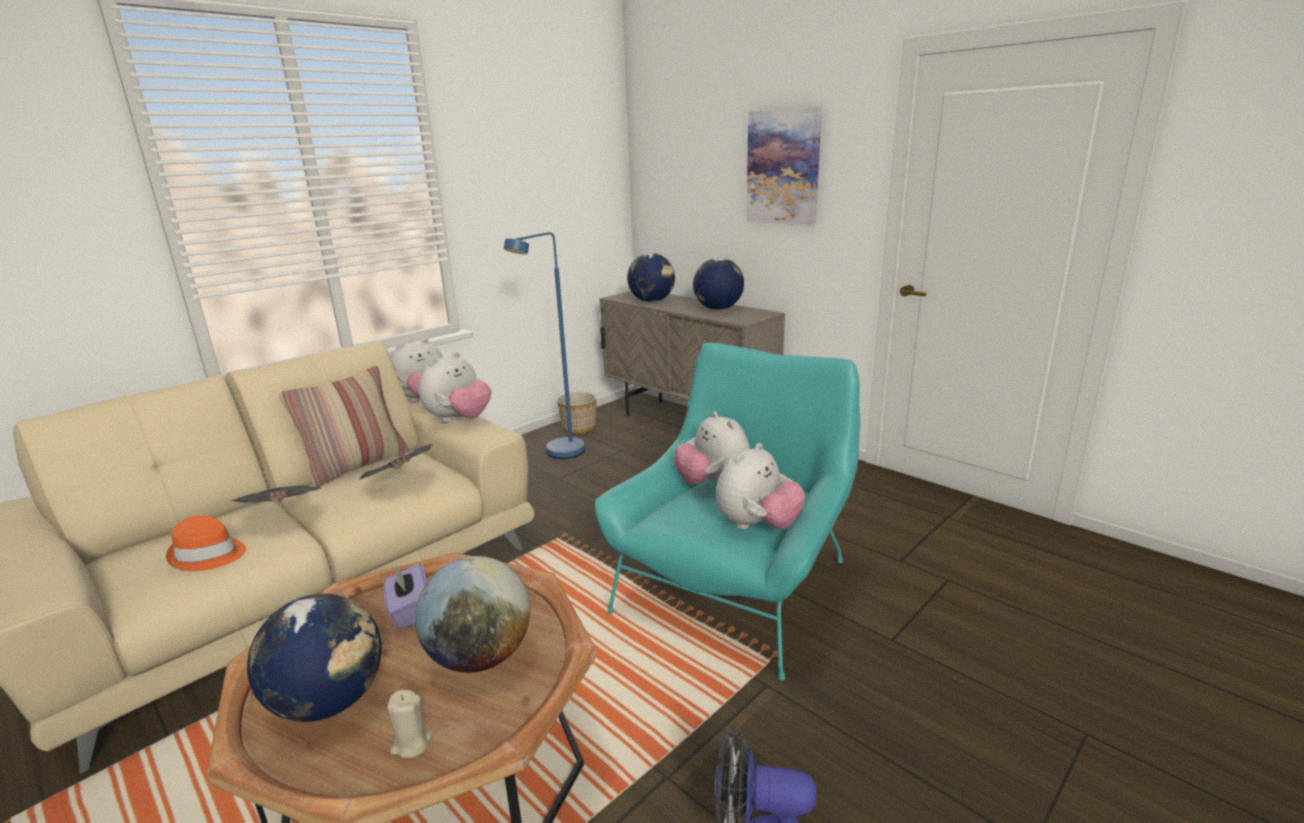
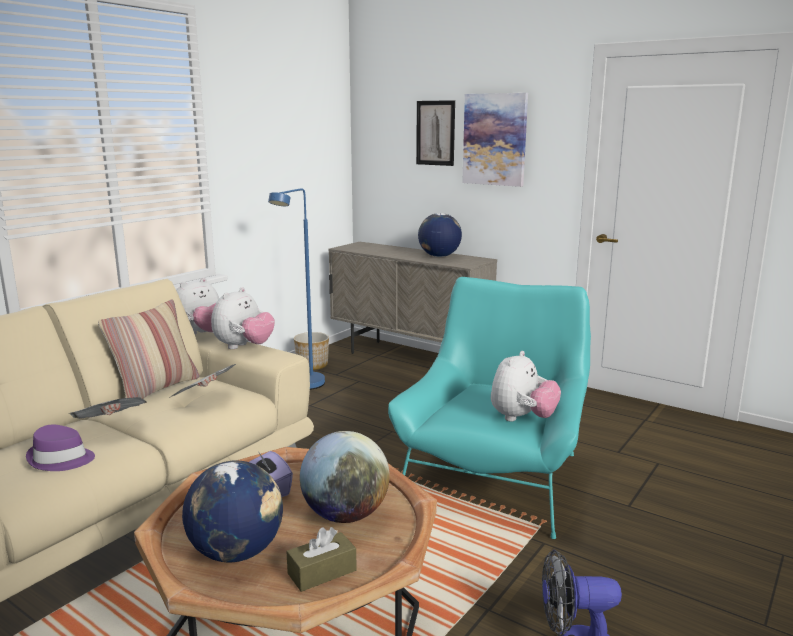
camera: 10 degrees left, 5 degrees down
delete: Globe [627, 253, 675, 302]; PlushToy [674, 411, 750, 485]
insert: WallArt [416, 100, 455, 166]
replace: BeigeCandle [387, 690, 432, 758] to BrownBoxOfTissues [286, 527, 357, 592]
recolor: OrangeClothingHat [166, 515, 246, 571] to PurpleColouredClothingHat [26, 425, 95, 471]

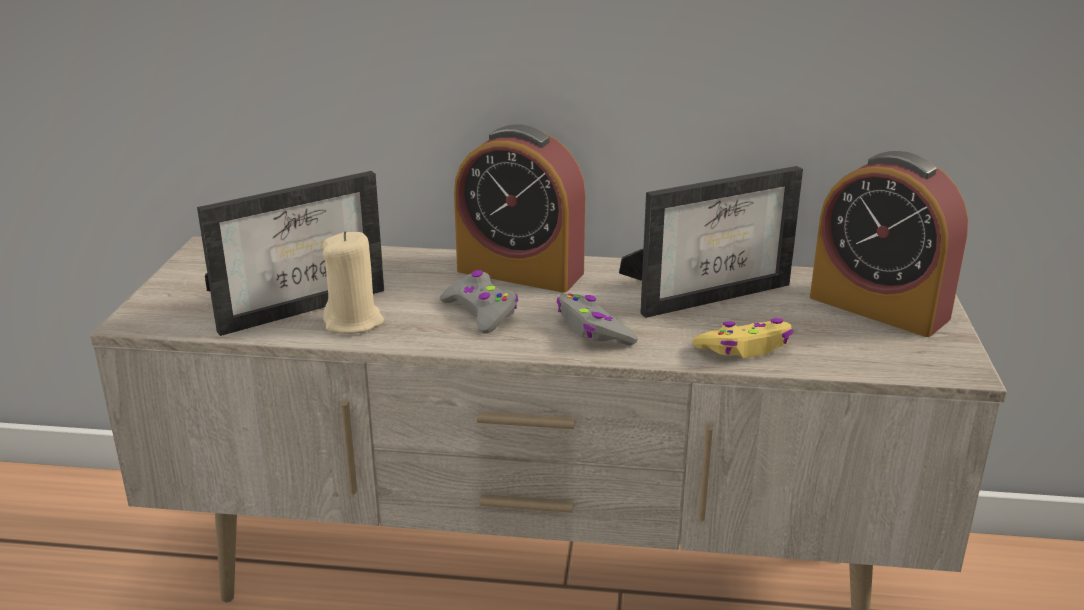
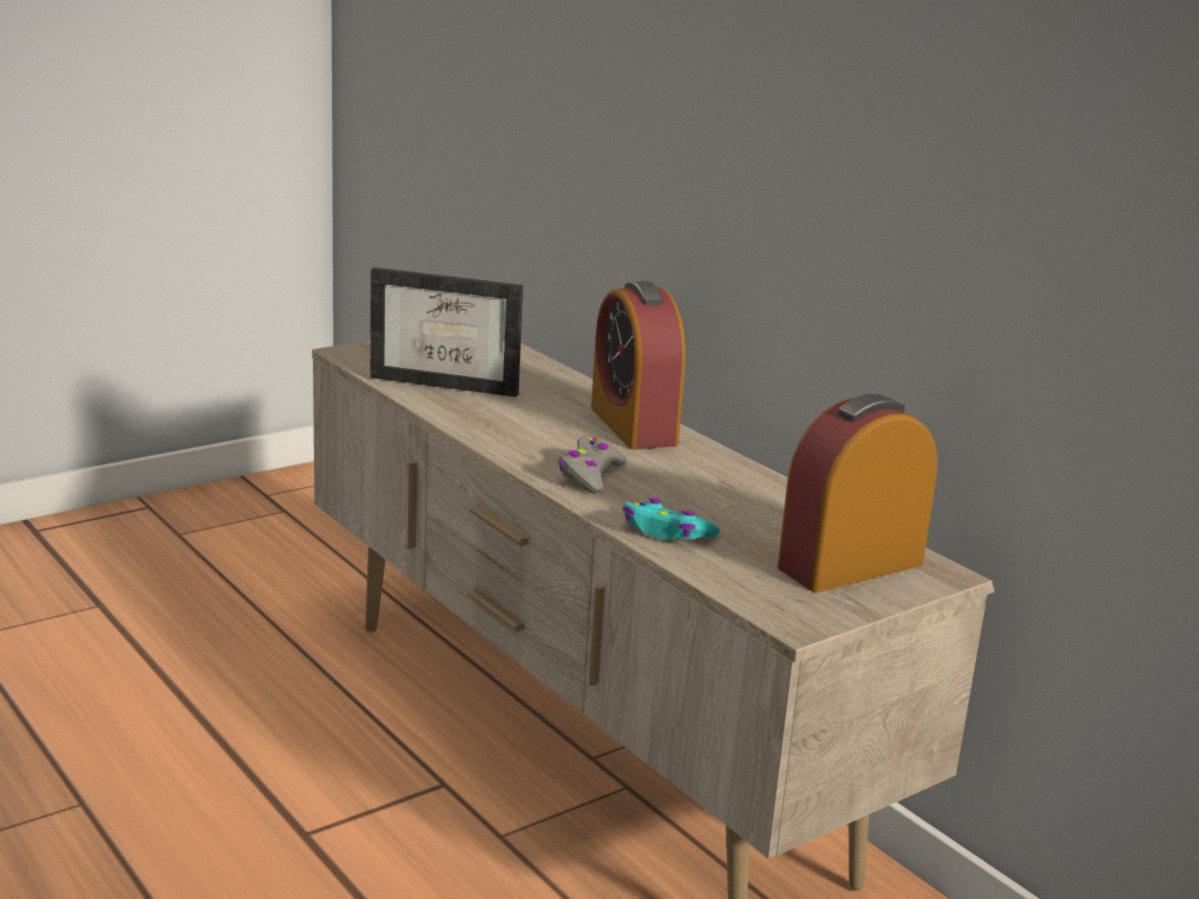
camera: 45 degrees right, 5 degrees down
delete: BeigeCandle [323, 231, 384, 334]; GrayGamepad [440, 270, 518, 334]; PhotoFrame [619, 166, 803, 318]
recolor: YellowGamepad [692, 318, 793, 358] to TurquoiseColouredGamepad [623, 498, 720, 540]
rotate: AlarmClock [810, 151, 968, 337] = [777, 394, 938, 592] 60 degrees clockwise

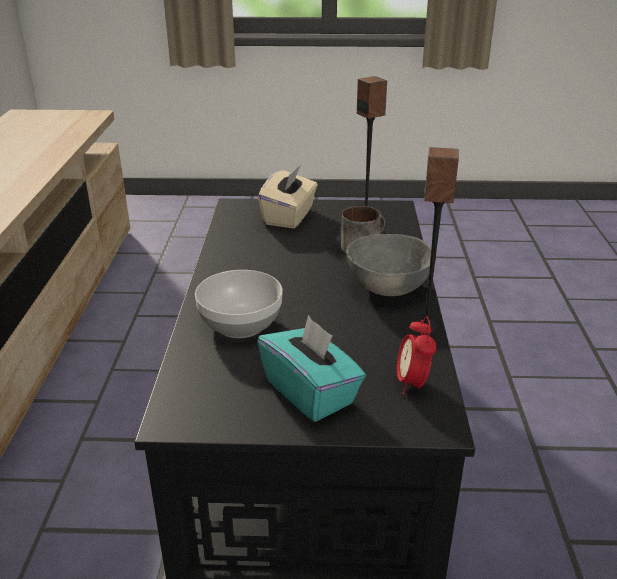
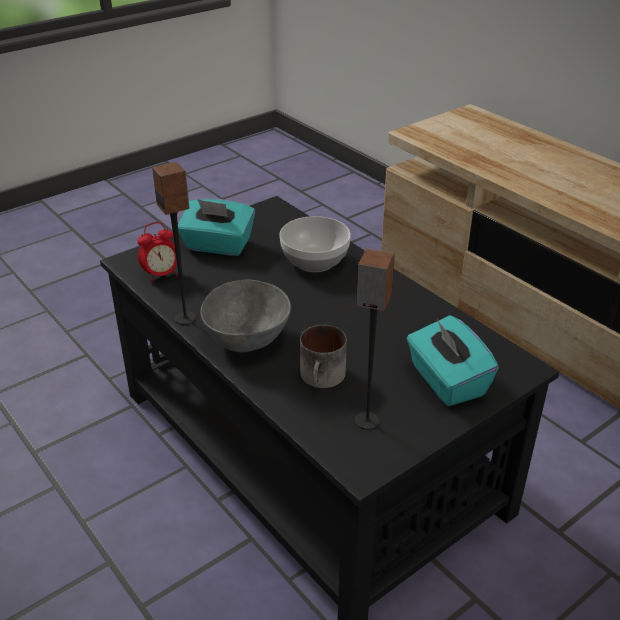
camera: 140 degrees right, 5 degrees up
recolor: BeigeBoxOfTissues [258, 165, 318, 228] to TurquoiseColouredBoxOfTissues [407, 315, 499, 406]
rotate: AlarmClock [397, 316, 437, 395] = [137, 222, 178, 283] 105 degrees clockwise

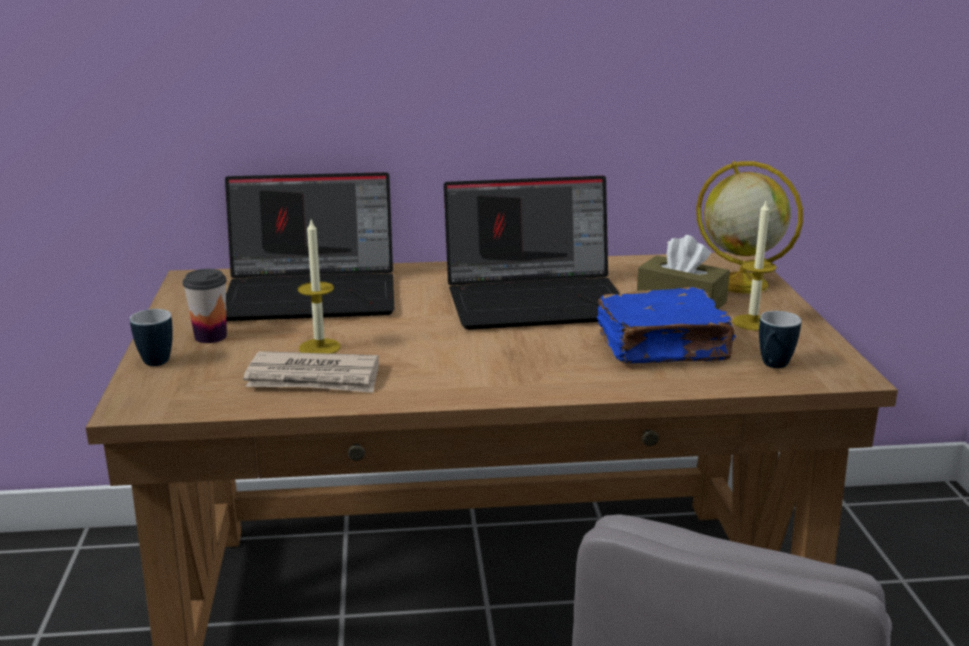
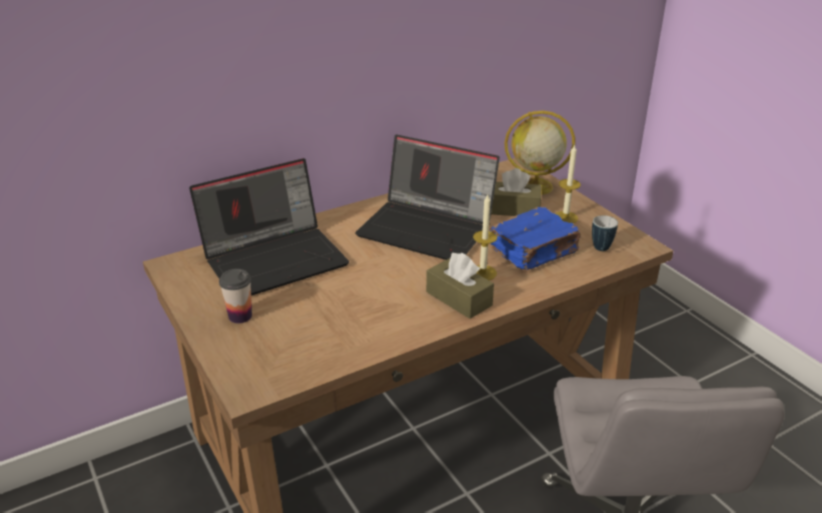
camera: 25 degrees left, 10 degrees up
delete: CoffeeMug [130, 309, 173, 366]; PrintedPaper [243, 351, 379, 393]
insert: BrownBoxOfTissues [426, 253, 494, 319]
move: Candle [298, 220, 341, 354] to [473, 193, 497, 280]
rotate: Laptop [444, 176, 620, 330] = [355, 135, 500, 260] 60 degrees clockwise

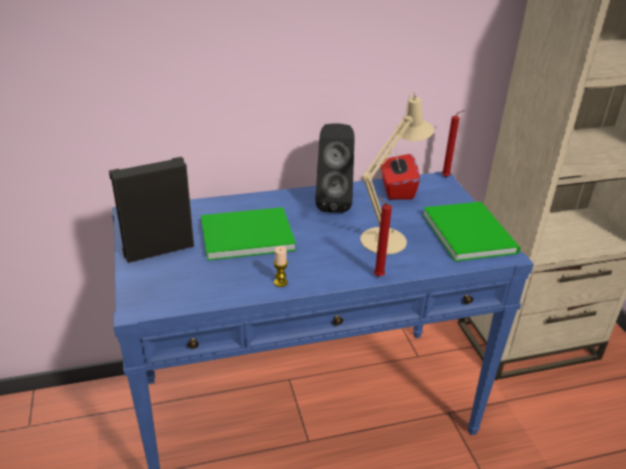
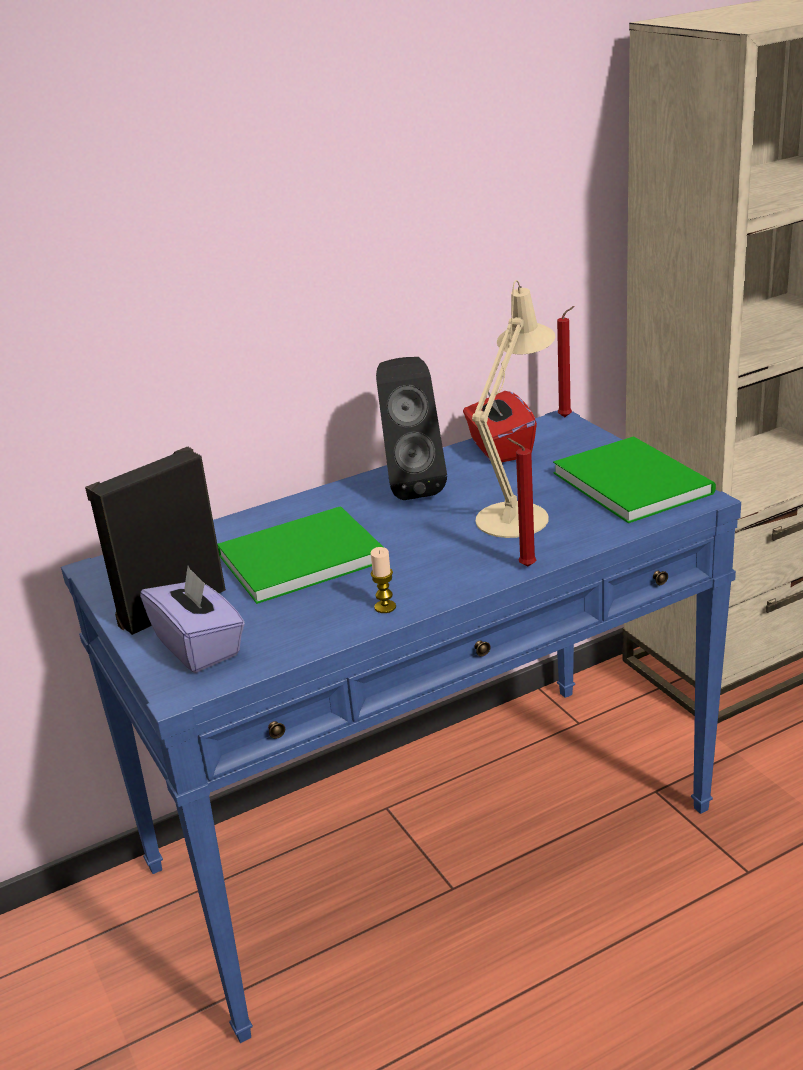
camera: 10 degrees left, 5 degrees down
insert: PurpleColouredBoxOfTissues [140, 566, 245, 673]

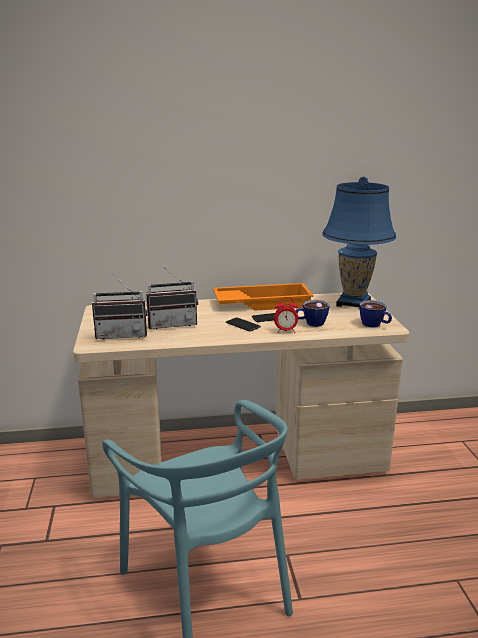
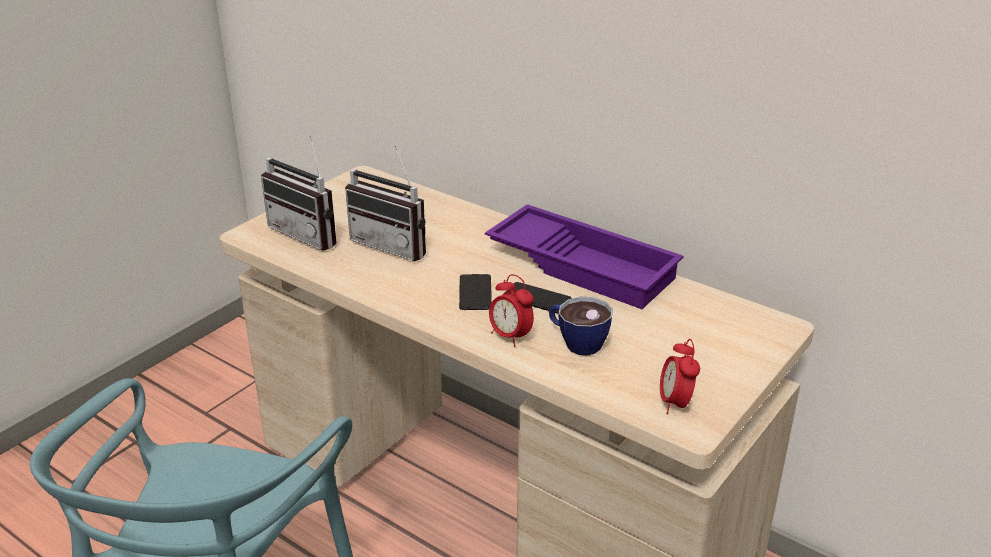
camera: 45 degrees right, 10 degrees up
delete: BluishLampForATable [322, 177, 396, 310]
replace: SmallCup [360, 300, 392, 327] to AlarmClock [660, 339, 700, 414]
recolor: OrangeCarryingTray [213, 283, 314, 311] to PurpleColouredCarryingTray [485, 204, 683, 309]

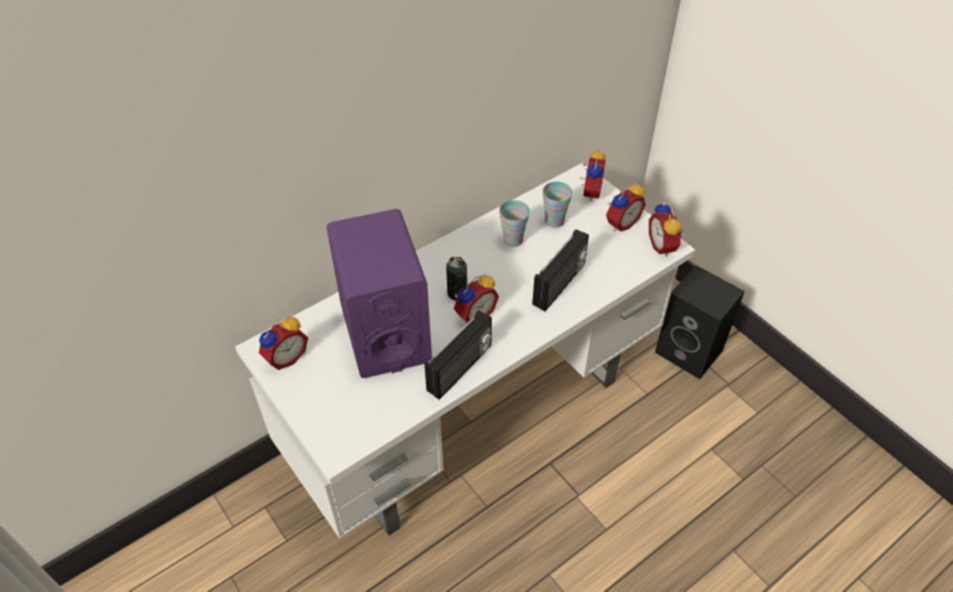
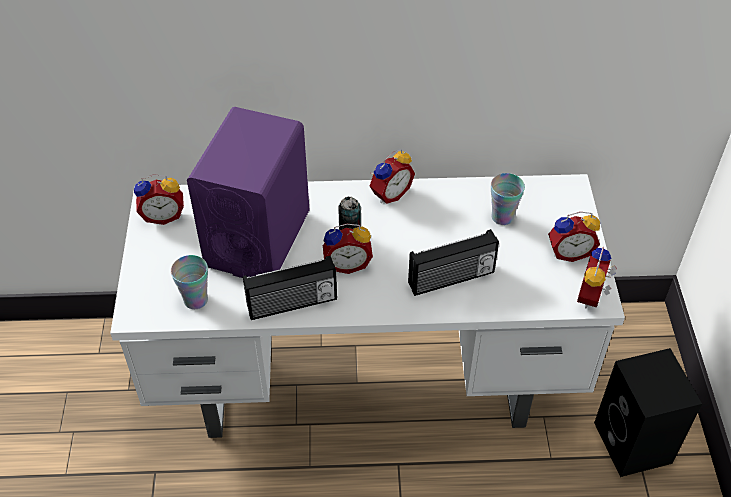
camera: 35 degrees right, 0 degrees up
move: SmallCup [499, 200, 530, 247] to [171, 255, 208, 309]; AlarmClock [579, 148, 606, 201] to [370, 149, 415, 204]

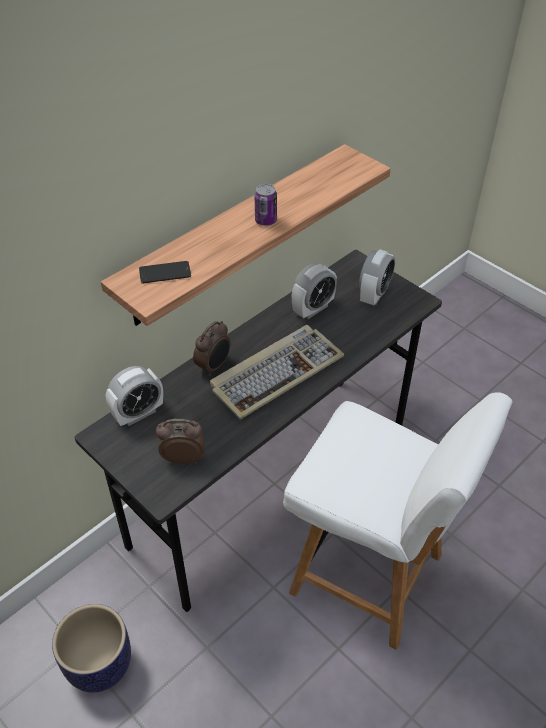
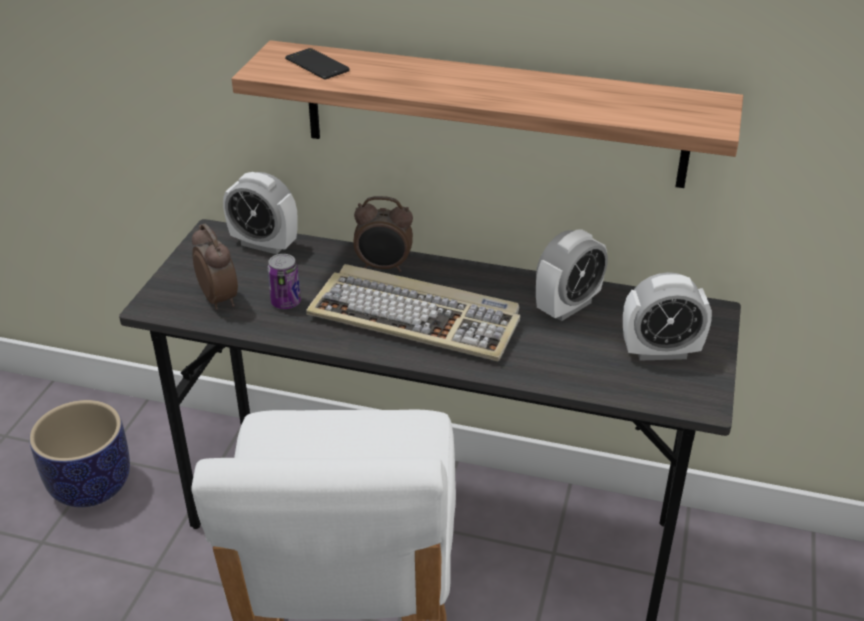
camera: 60 degrees right, 10 degrees down
move: Can [255, 184, 277, 226] to [267, 254, 301, 309]
rotate: AlarmClock [292, 264, 337, 319] = [536, 229, 608, 321] 60 degrees counterclockwise

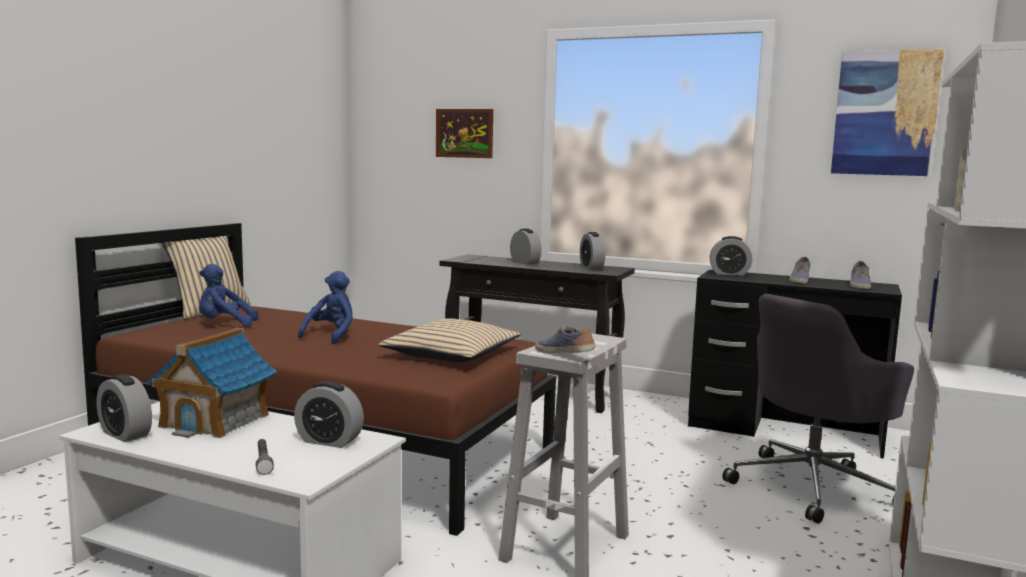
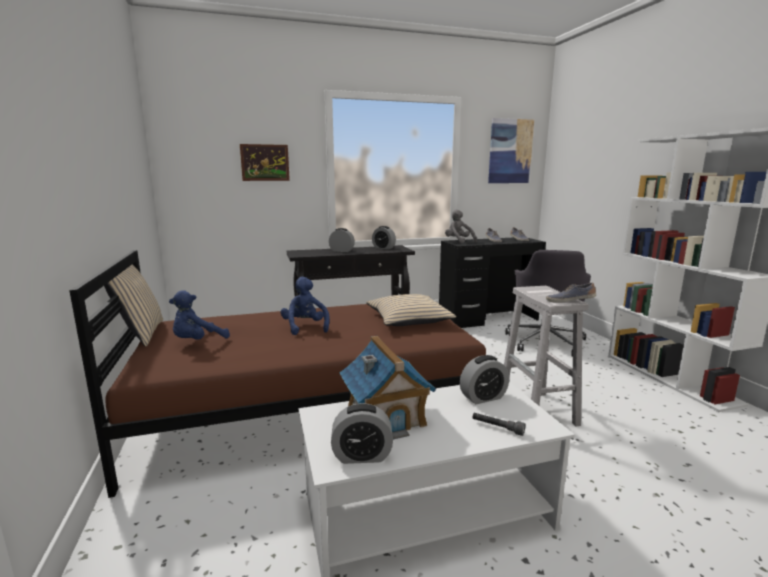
camera: 40 degrees left, 5 degrees up
replace: AlarmClock [710, 236, 752, 276] to GrayPlushToy [445, 210, 477, 243]

